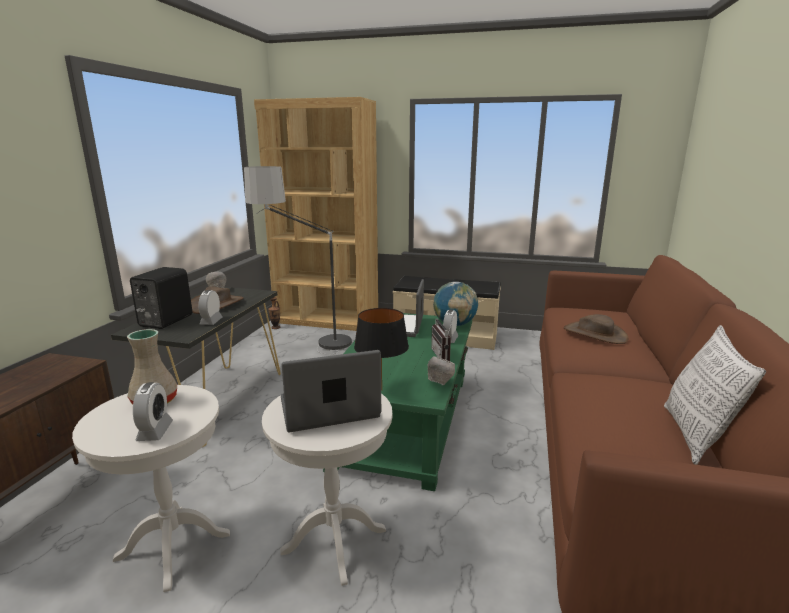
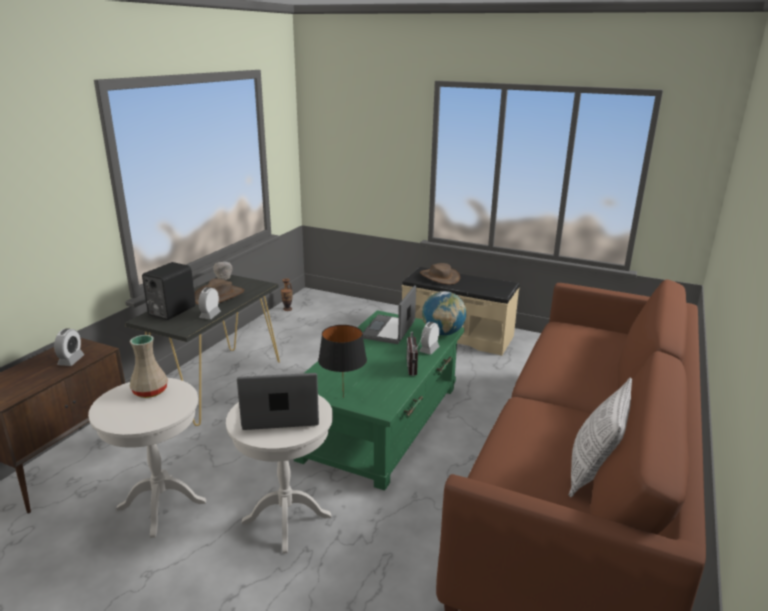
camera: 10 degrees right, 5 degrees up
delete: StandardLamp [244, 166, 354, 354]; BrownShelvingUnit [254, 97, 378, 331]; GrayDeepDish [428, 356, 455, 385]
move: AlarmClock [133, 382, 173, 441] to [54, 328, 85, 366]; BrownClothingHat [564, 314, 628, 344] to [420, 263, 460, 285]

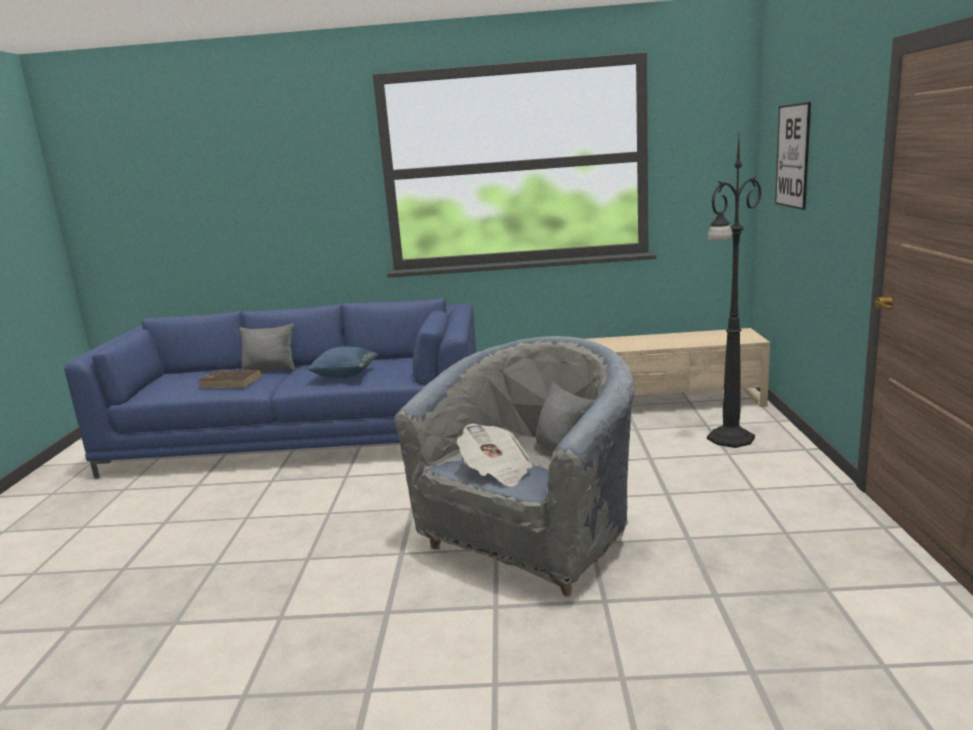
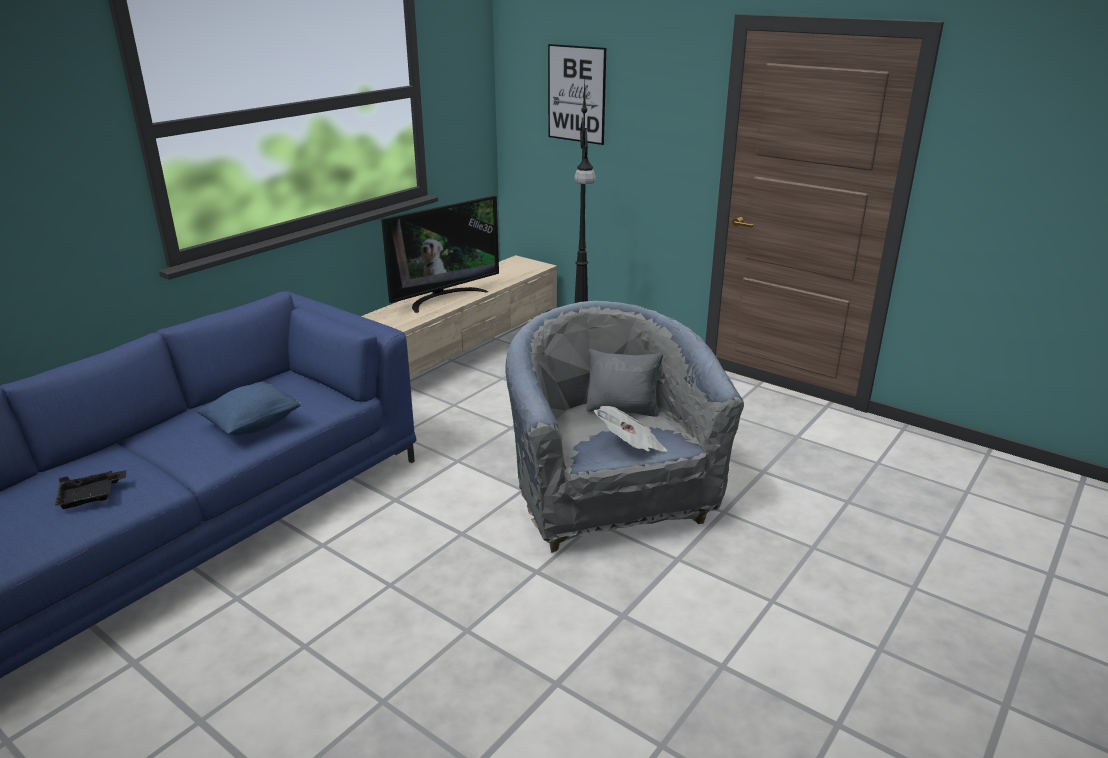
camera: 55 degrees left, 10 degrees up
delete: GrayPillow [239, 323, 295, 372]
insert: TvSet [381, 196, 499, 313]
replace: BrownBook [197, 370, 262, 388] to BlackCarryingTray [55, 470, 126, 509]

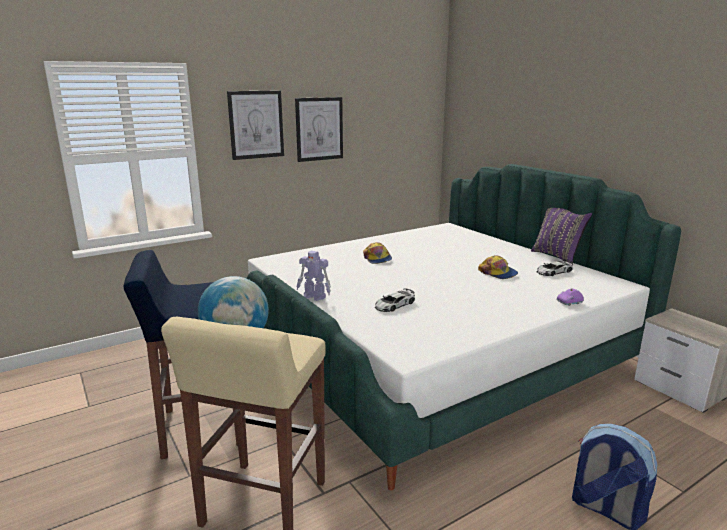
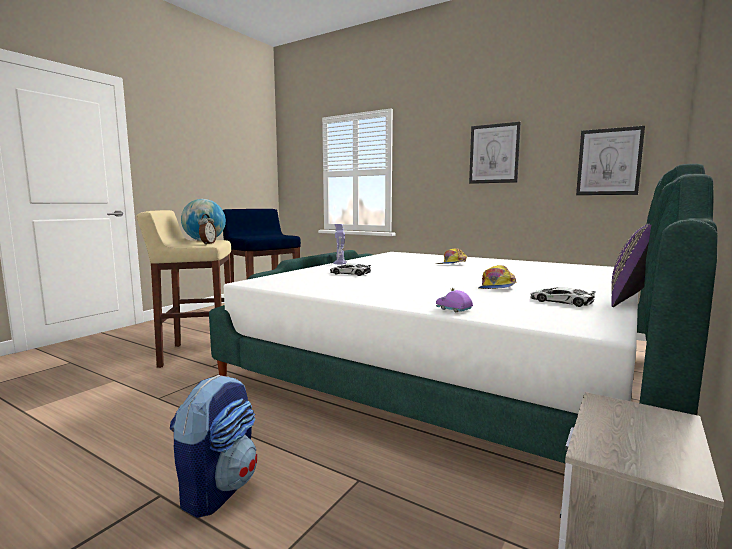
camera: 65 degrees right, 10 degrees down
insert: AlarmClock [198, 214, 217, 244]
move: WallArt [227, 91, 284, 160] to [576, 126, 645, 195]

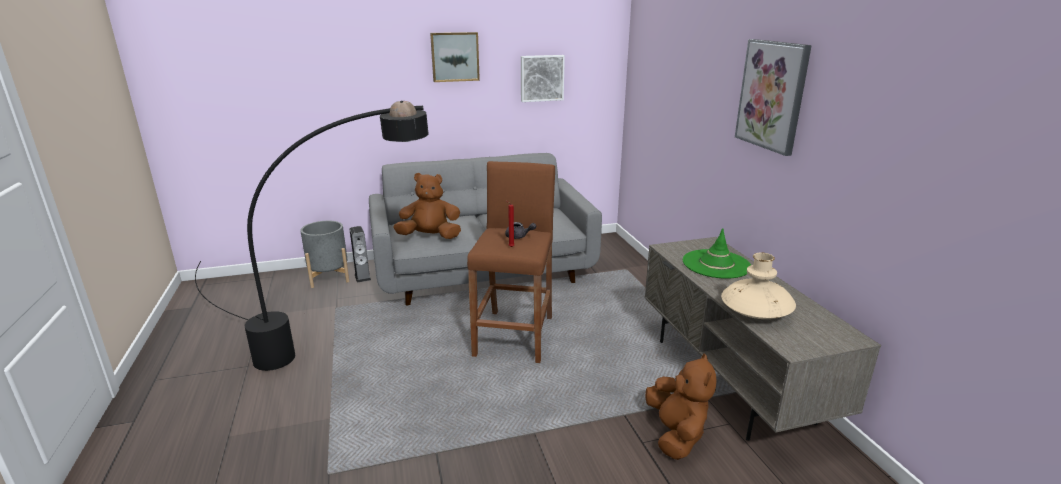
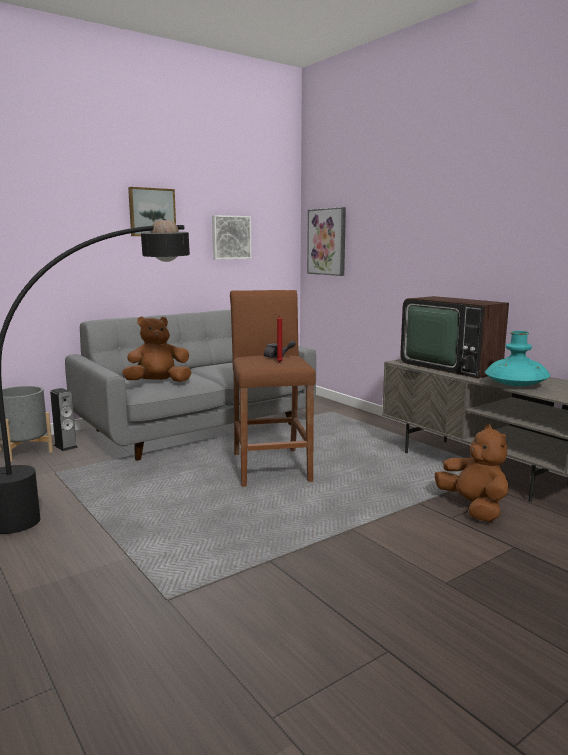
camera: 20 degrees left, 10 degrees down
move: WallArt [735, 39, 812, 156] to [307, 207, 346, 276]
replace: GreenColouredClothingHat [683, 228, 751, 279] to TvSet [400, 296, 509, 379]
recolor: BeigeDecorativeVase [721, 252, 796, 319] to TurquoiseColouredDecorativeVase [485, 331, 550, 386]

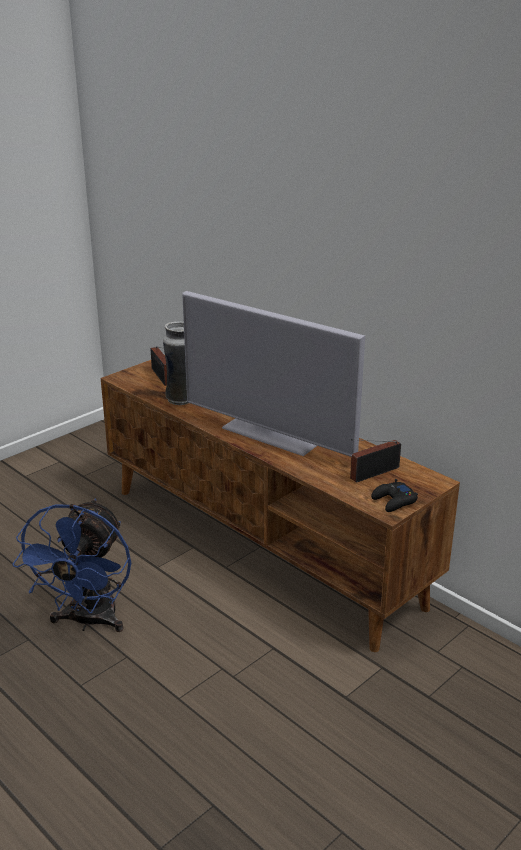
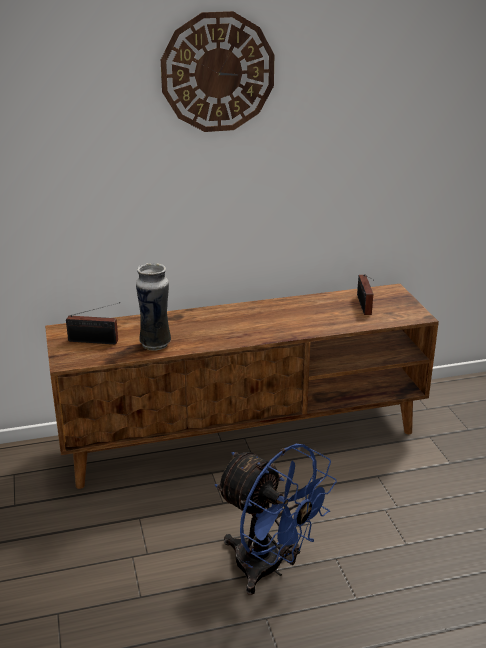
camera: 60 degrees left, 0 degrees up
delete: TvSet [182, 291, 365, 457]; BlackGamepad [371, 479, 418, 512]
insert: HangingClock [161, 11, 274, 132]

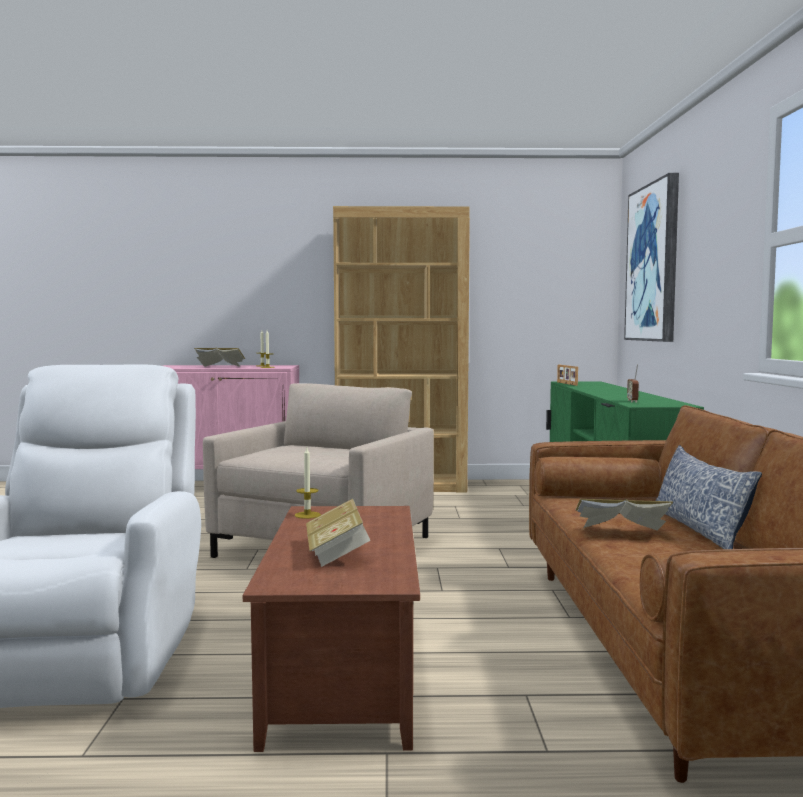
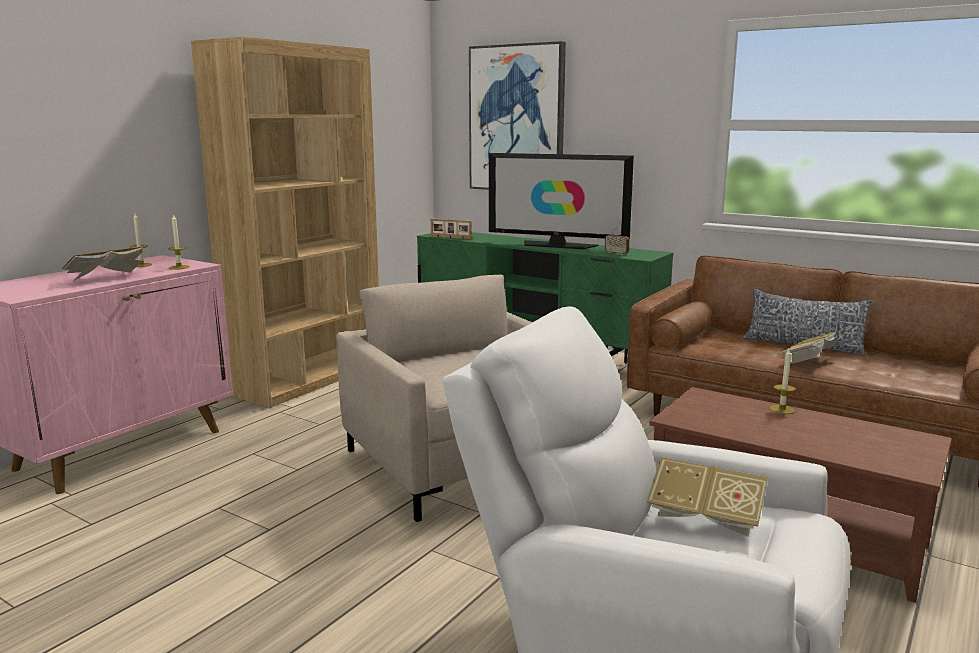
camera: 55 degrees left, 10 degrees up
insert: TvSet [489, 153, 634, 249]
move: Candle [295, 448, 321, 519] to [770, 349, 796, 414]; Book [306, 499, 371, 567] to [646, 457, 768, 537]

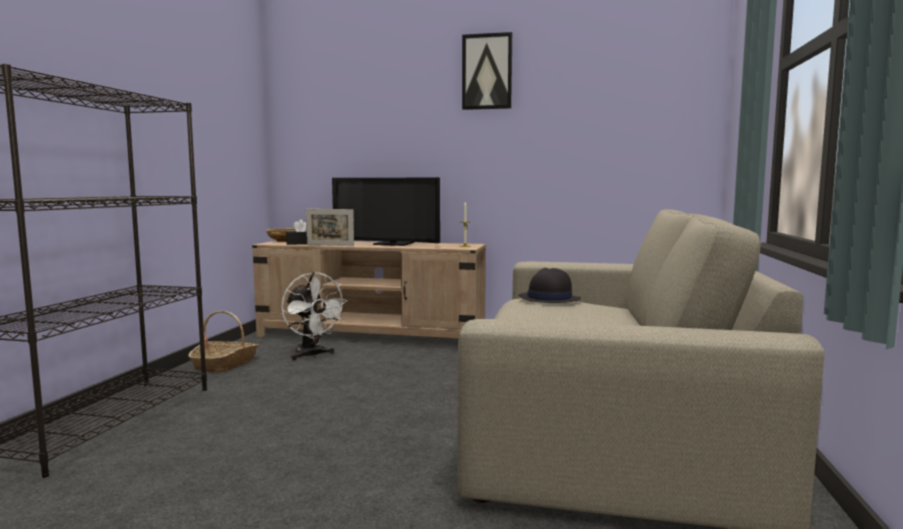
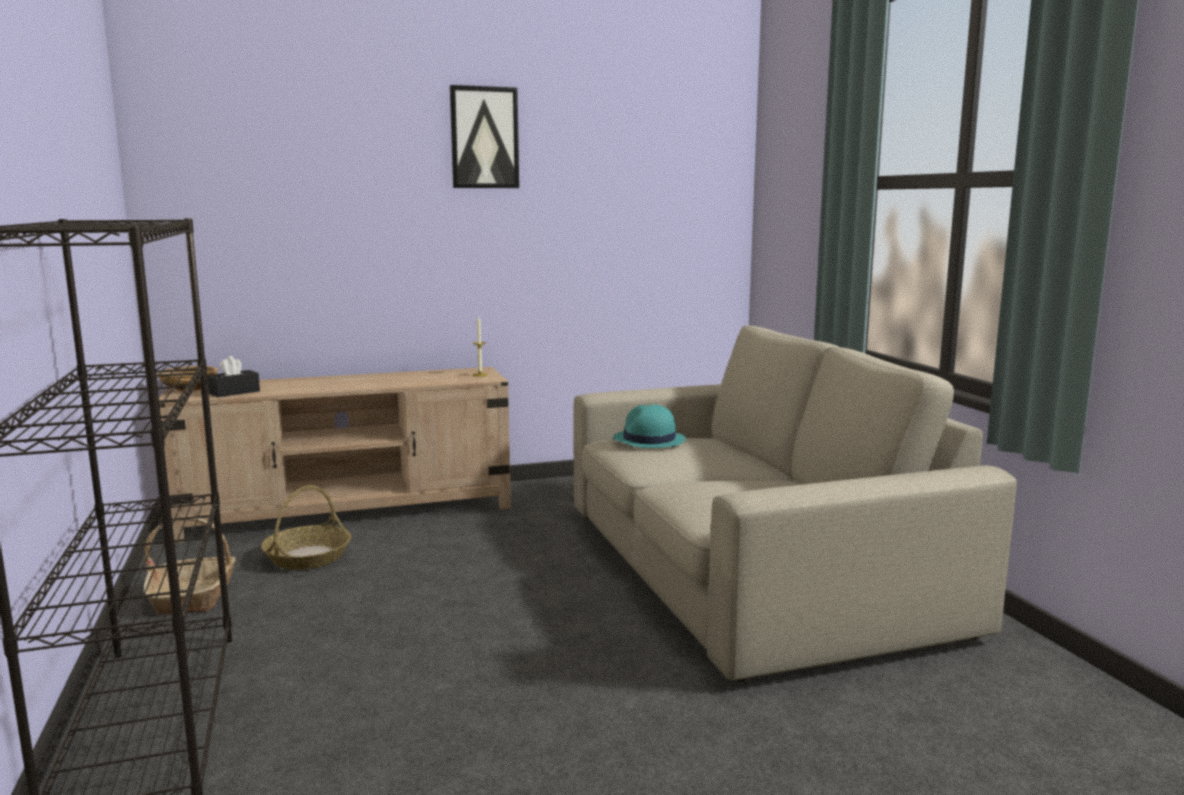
camera: 30 degrees left, 5 degrees up
delete: PhotoFrame [306, 209, 354, 246]; TvSet [332, 177, 440, 246]
replace: WhiteColouredElectricFan [281, 272, 348, 361] to StorageBasket [261, 485, 351, 570]
recolor: BlackClothingHat [518, 268, 581, 303] to TurquoiseColouredClothingHat [613, 404, 686, 448]

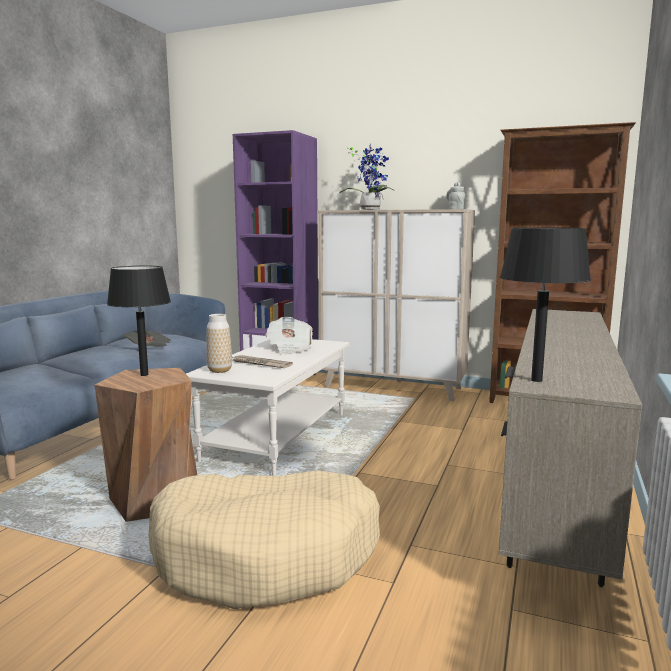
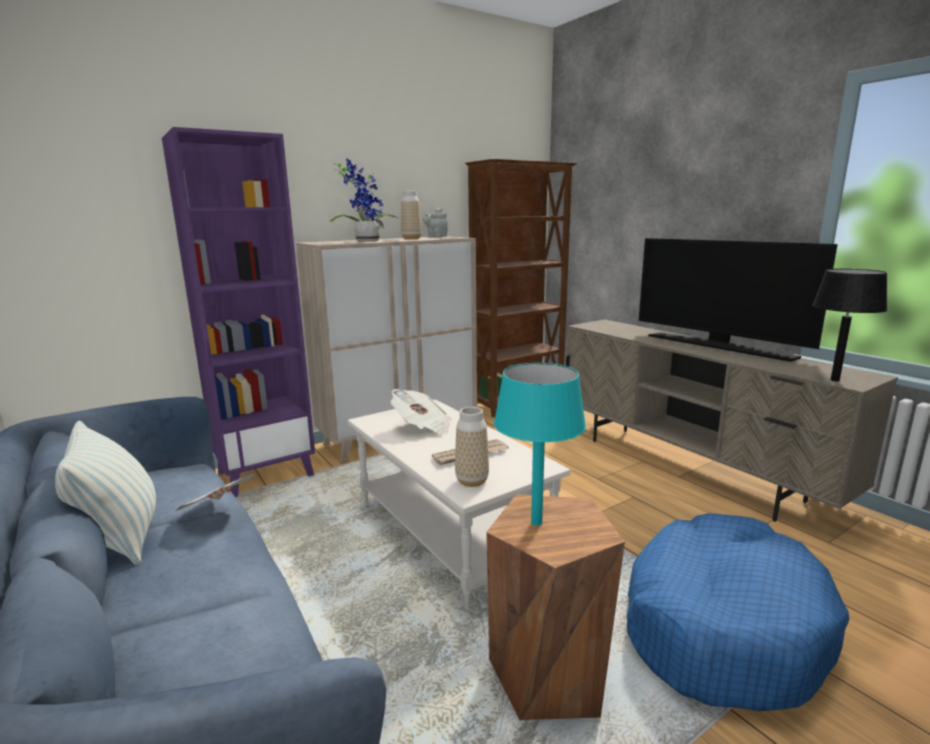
camera: 55 degrees left, 5 degrees up
insert: Pillow [55, 421, 156, 565]; DecorativeVase [401, 191, 421, 239]; TvSet [639, 238, 838, 362]
recolor: BlackLampForATable [107, 266, 171, 376] to TurquoiseColouredLampForATable [494, 363, 586, 526]; BeigeDogCushion [149, 470, 380, 609] to BluishDogCushion [627, 513, 849, 711]

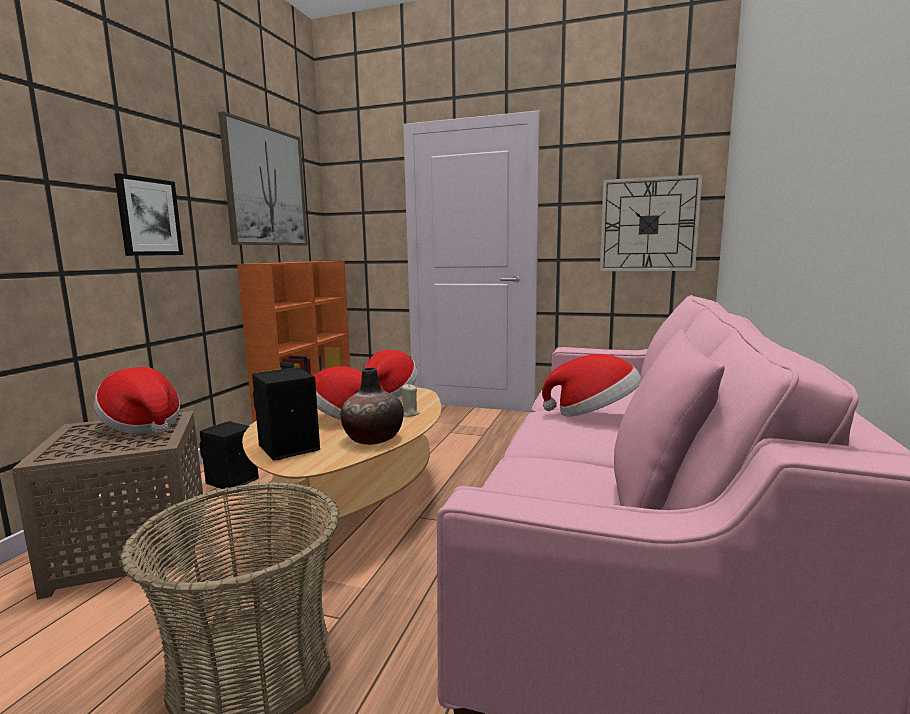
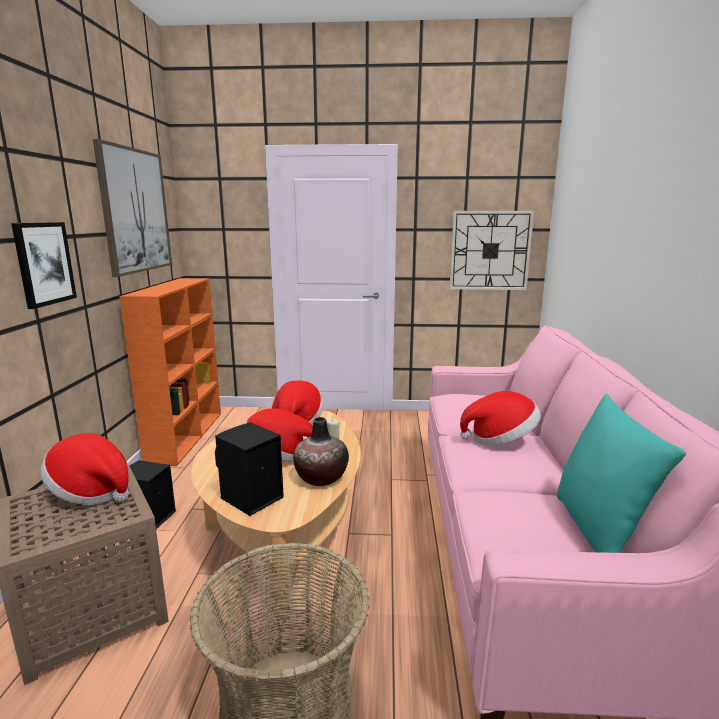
camera: 15 degrees left, 5 degrees up
recolor: PinkColouredPillow [614, 329, 725, 510] to TurquoiseColouredPillow [557, 394, 686, 553]

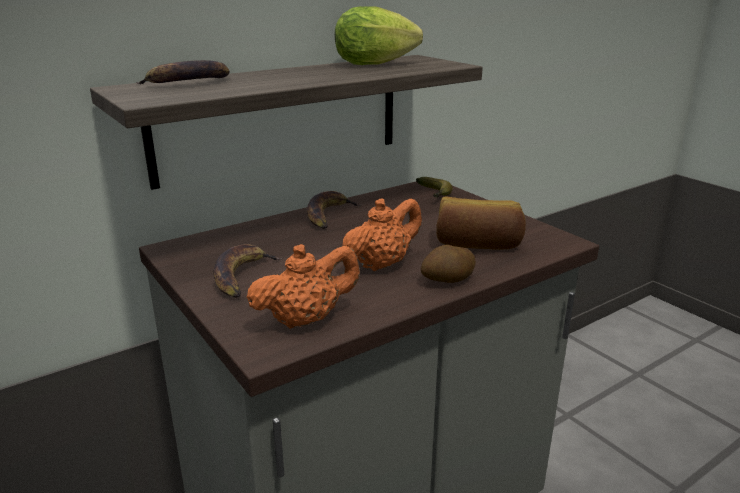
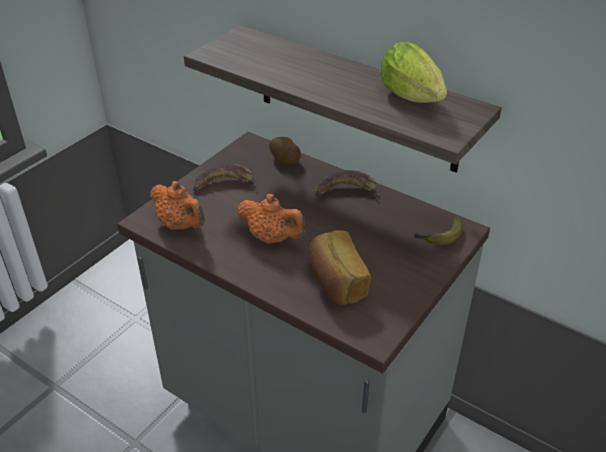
camera: 70 degrees right, 15 degrees up
delete: WholeBanana [136, 60, 230, 84]
move: Spud [421, 245, 476, 283] to [269, 137, 301, 164]

